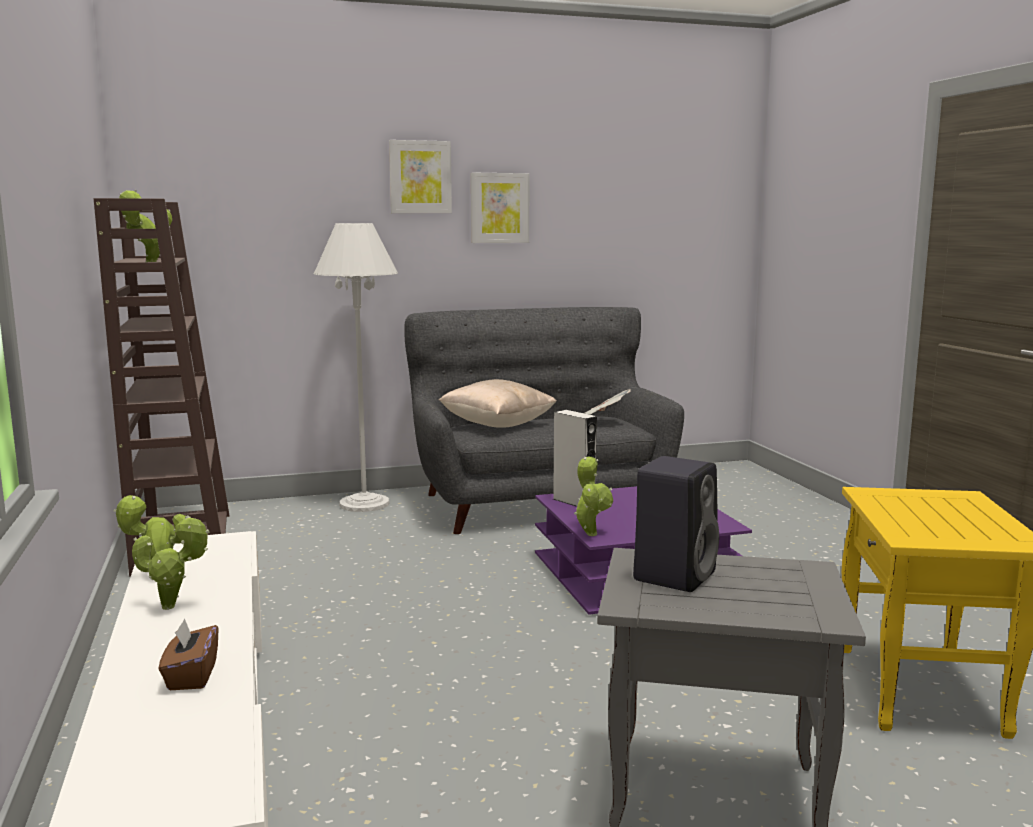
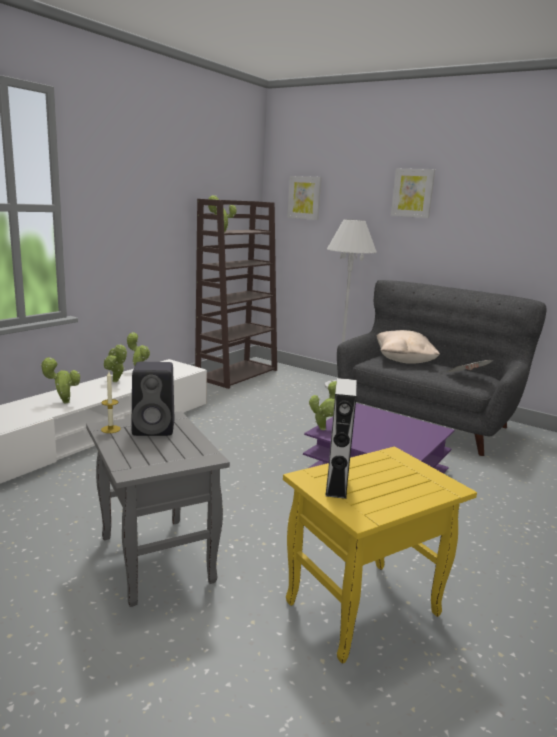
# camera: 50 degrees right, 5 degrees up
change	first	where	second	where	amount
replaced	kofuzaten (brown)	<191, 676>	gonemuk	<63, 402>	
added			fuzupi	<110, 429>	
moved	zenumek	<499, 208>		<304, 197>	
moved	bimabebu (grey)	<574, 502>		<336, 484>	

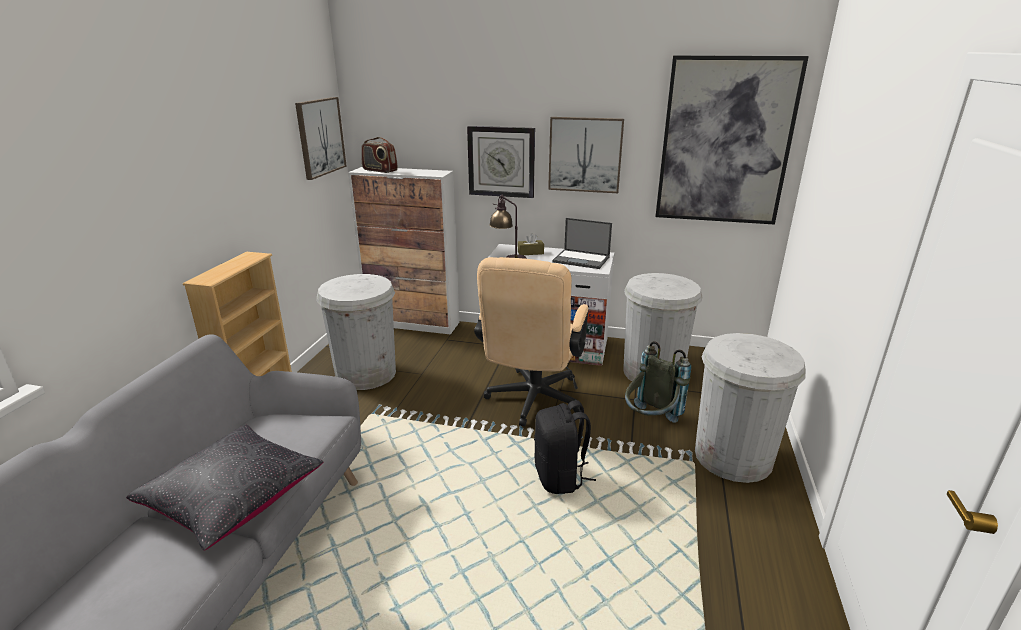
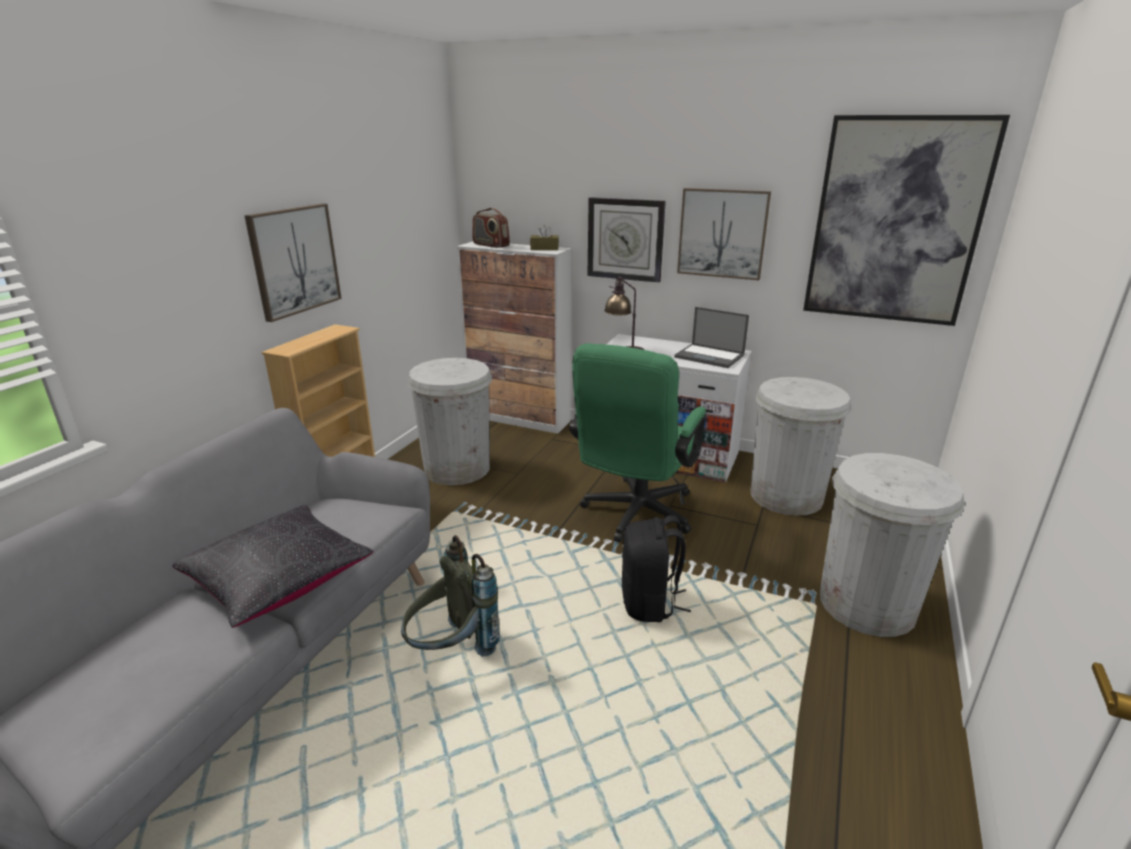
# camera: 10 degrees right, 0 degrees up
change	first	where	second	where	amount
moved	zenumek	<320, 137>		<294, 260>	
moved	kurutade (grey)	<650, 422>		<451, 651>	
moved	kofuzaten (brown)	<530, 252>		<544, 248>	
recoloured	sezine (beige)	<532, 402>	sezine (green)	<634, 516>	

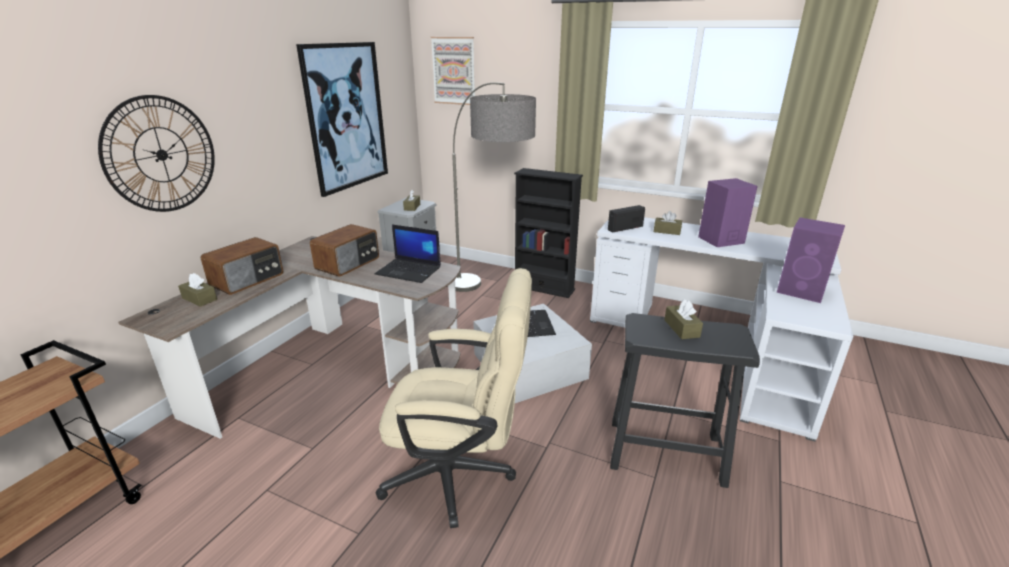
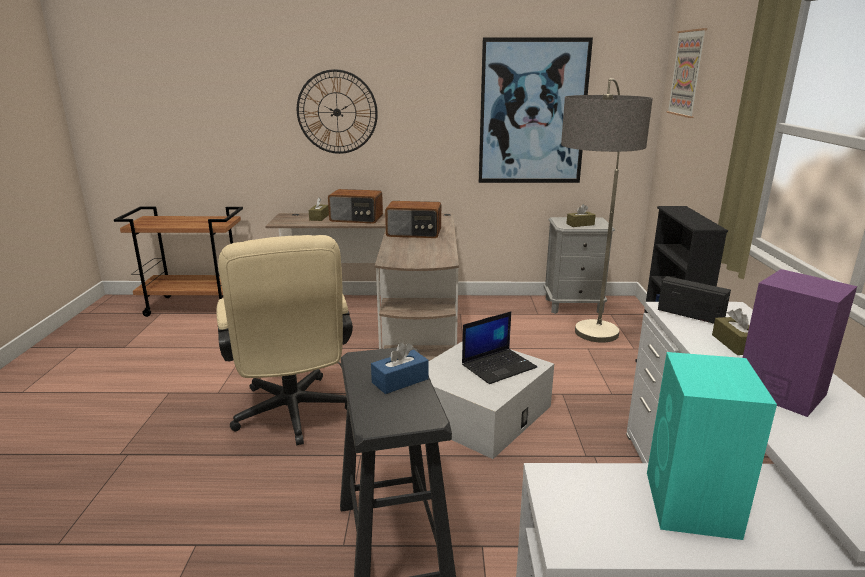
# camera: 65 degrees right, 5 degrees down
change	first	where	second	where	amount
recoloured	kofuzaten (brown)	<681, 328>	kofuzaten (blue)	<400, 381>	
recoloured	bimabebu (purple)	<802, 291>	bimabebu (turquoise)	<692, 506>	
removed	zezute	<409, 271>			

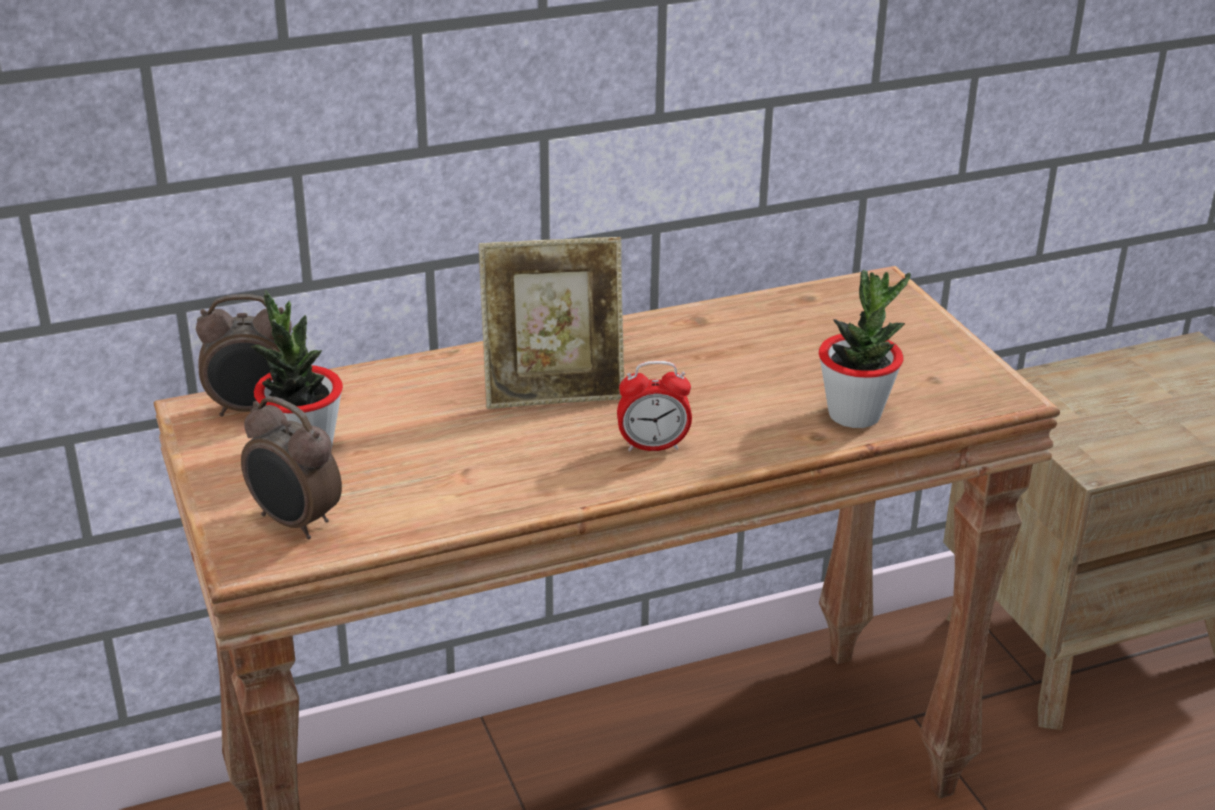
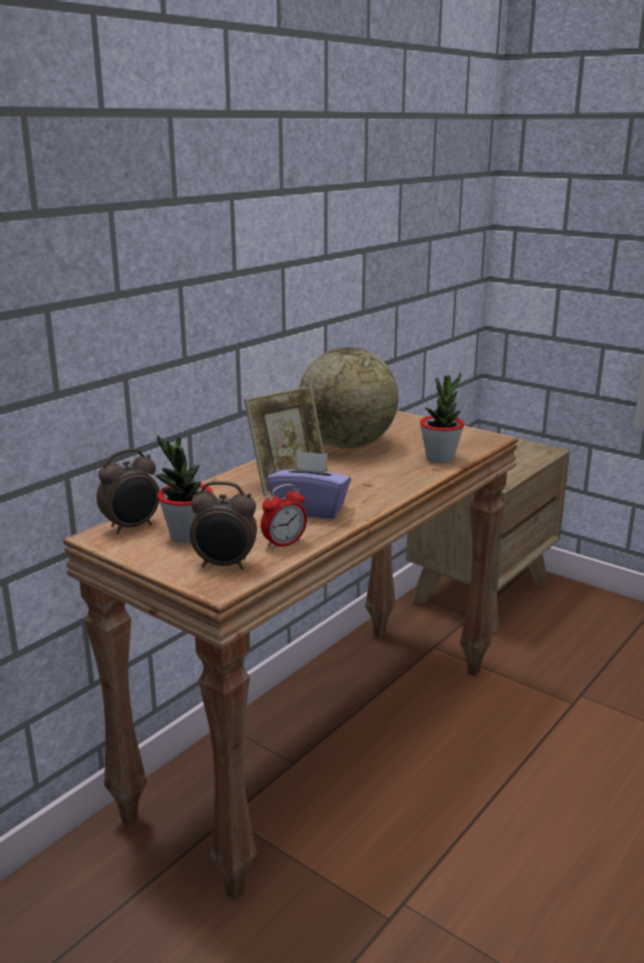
# camera: 30 degrees left, 10 degrees down
change	first	where	second	where	amount
moved	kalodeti	<653, 446>		<284, 544>	
added			kofuzaten (purple)	<310, 509>	
added			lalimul	<347, 445>	

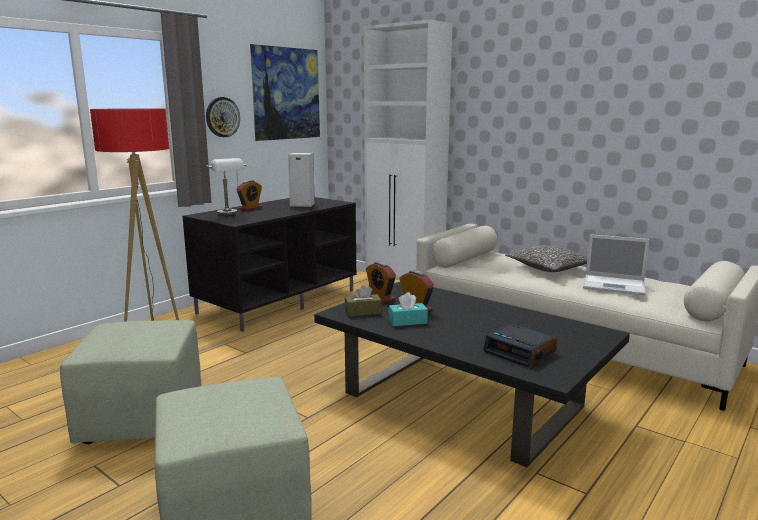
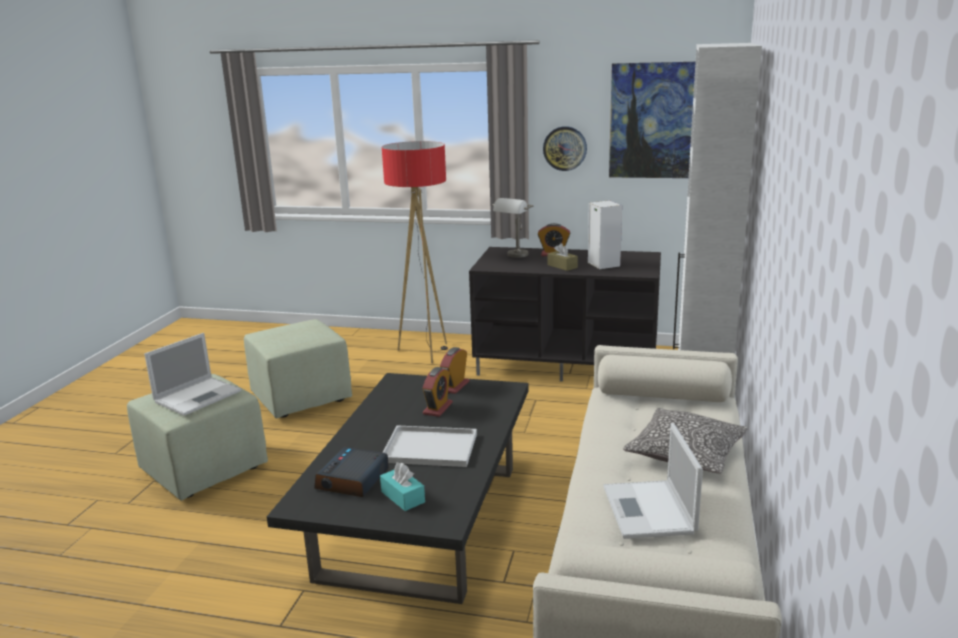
# camera: 65 degrees right, 5 degrees up
change	first	where	second	where	amount
added			zezute	<199, 396>	
moved	kofuzaten (turquoise)	<407, 321>		<403, 497>	
added			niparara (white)	<428, 448>	
moved	kofuzaten (brown)	<363, 312>		<562, 266>	

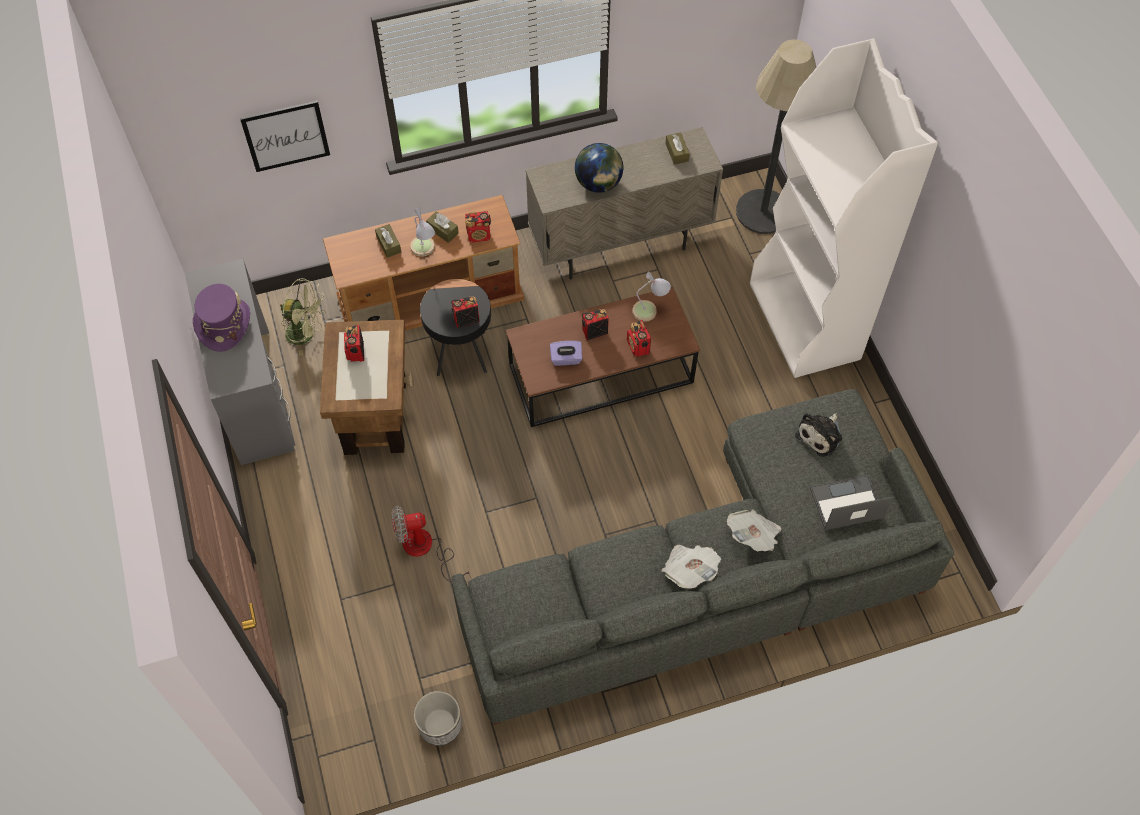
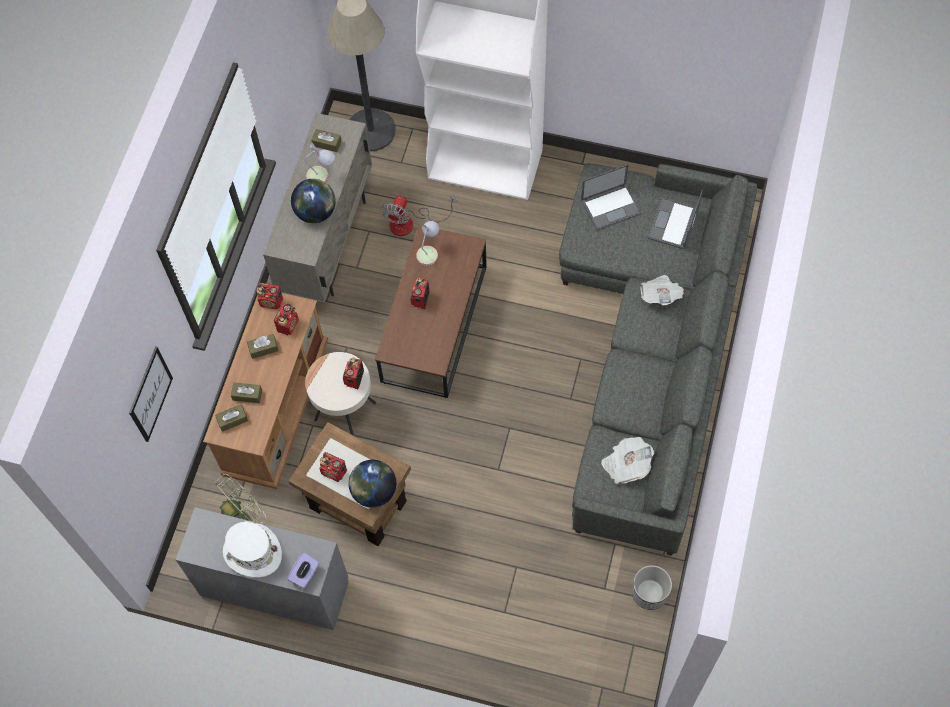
# camera: 55 degrees left, 5 degrees up
change	first	where	second	where	amount
added			kofuzaten (brown)	<232, 420>	
recoloured	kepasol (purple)	<224, 324>	kepasol (white)	<252, 552>	
moved	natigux	<638, 347>		<271, 302>	
moved	kofuzaten (purple)	<566, 359>		<305, 574>	
moved	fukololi	<425, 250>		<322, 176>	
recoloured	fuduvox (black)	<461, 353>	fuduvox (beige)	<345, 411>	
added			lalimul	<374, 491>	
moved	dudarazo	<426, 550>		<410, 223>	
replaced	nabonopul	<821, 435>	zezute	<611, 206>	
moved	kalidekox	<689, 570>		<626, 465>	

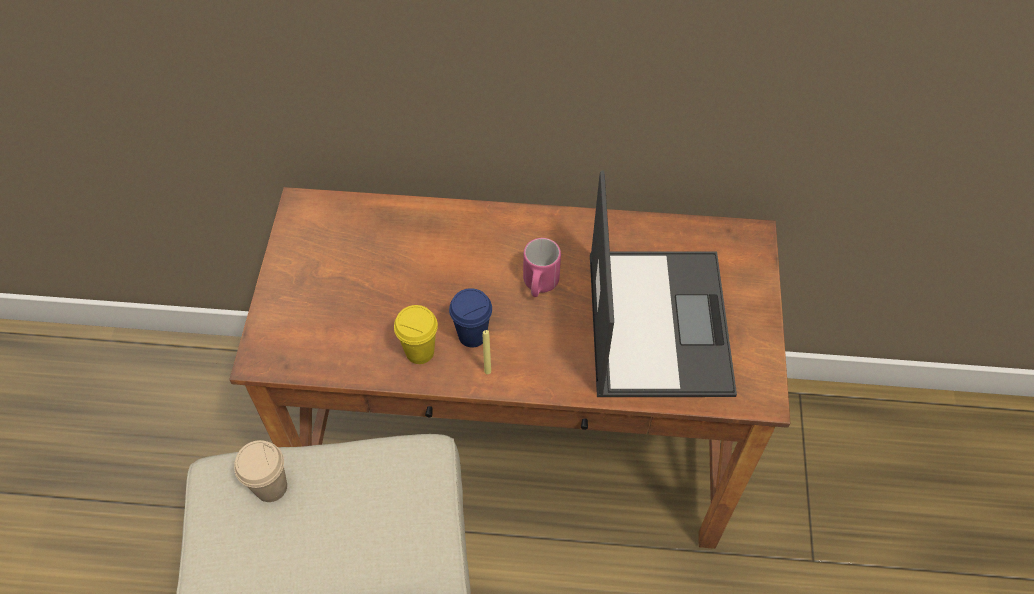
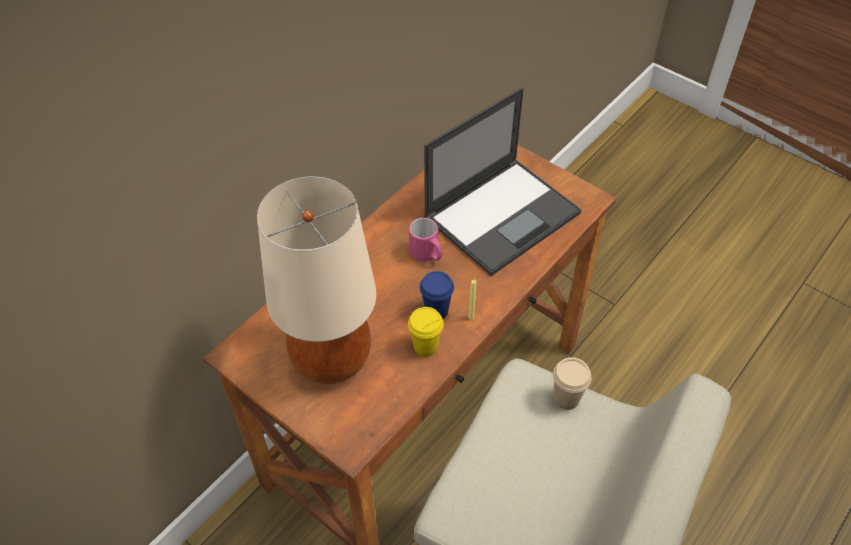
# camera: 55 degrees left, 5 degrees down
change	first	where	second	where	amount
added			fukololi (beige)	<332, 360>	
turned	zezute	<657, 321>		<503, 214>	105 degrees clockwise
moved	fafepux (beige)	<271, 487>		<566, 399>	

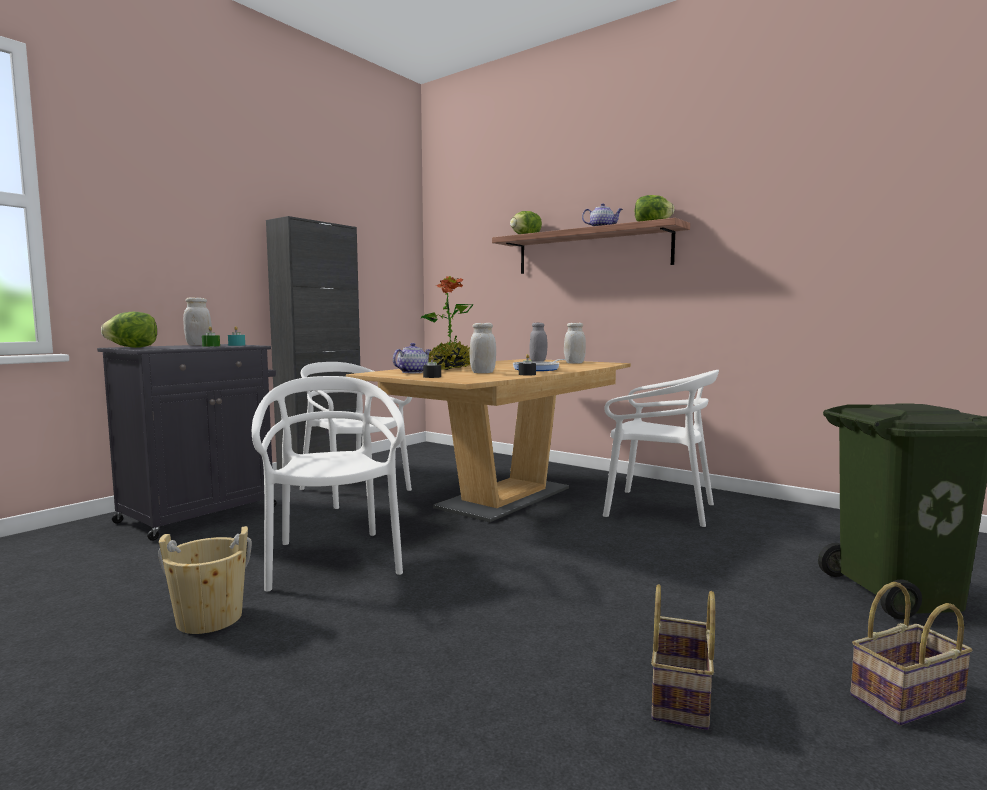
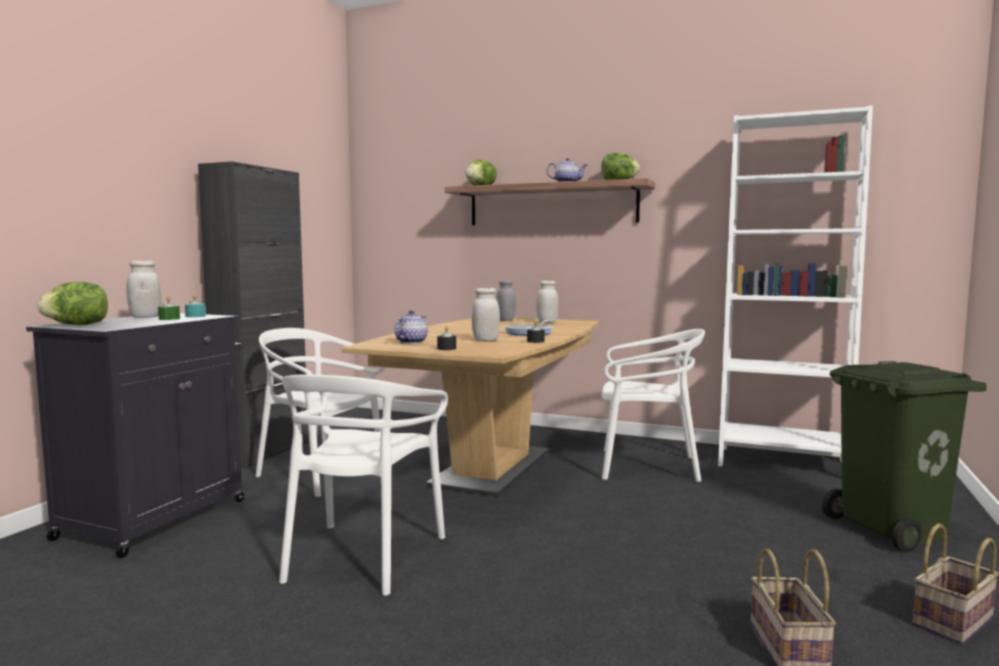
# camera: 15 degrees left, 0 degrees up
change	first	where	second	where	amount
turned	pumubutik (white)	<333, 560>		<363, 557>	135 degrees counterclockwise
added			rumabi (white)	<782, 463>	
removed	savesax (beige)	<209, 618>			
removed	gonemuk	<449, 368>			

